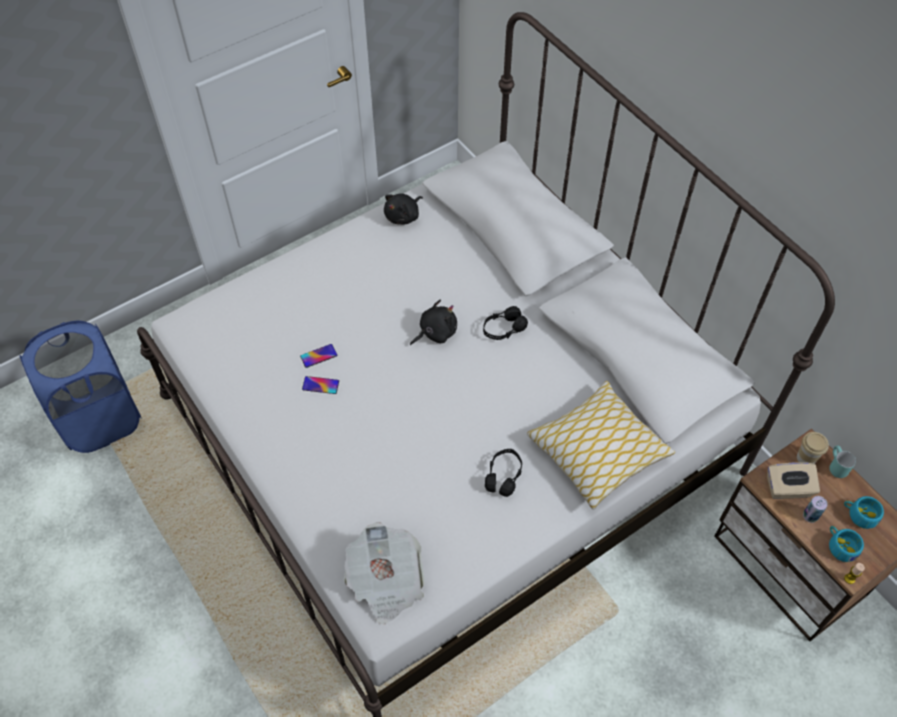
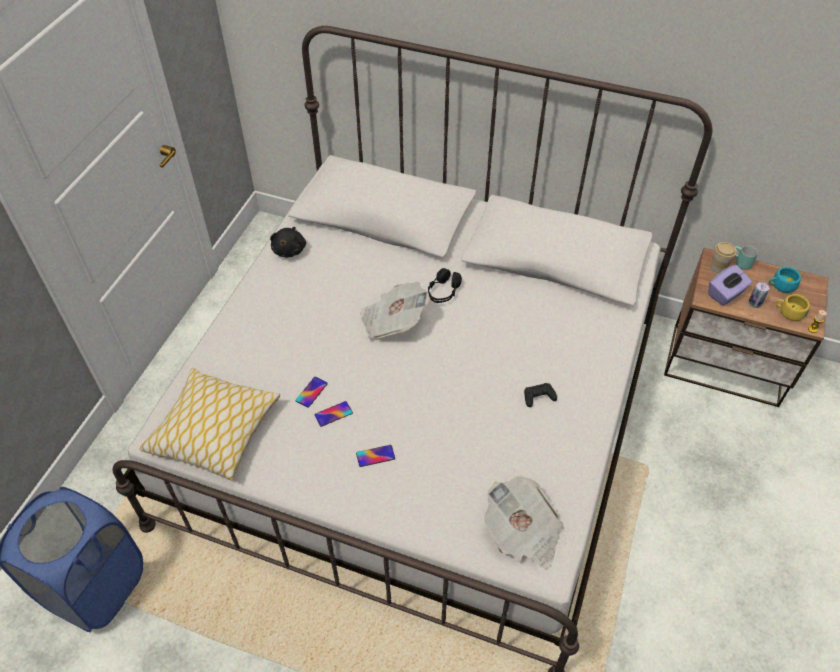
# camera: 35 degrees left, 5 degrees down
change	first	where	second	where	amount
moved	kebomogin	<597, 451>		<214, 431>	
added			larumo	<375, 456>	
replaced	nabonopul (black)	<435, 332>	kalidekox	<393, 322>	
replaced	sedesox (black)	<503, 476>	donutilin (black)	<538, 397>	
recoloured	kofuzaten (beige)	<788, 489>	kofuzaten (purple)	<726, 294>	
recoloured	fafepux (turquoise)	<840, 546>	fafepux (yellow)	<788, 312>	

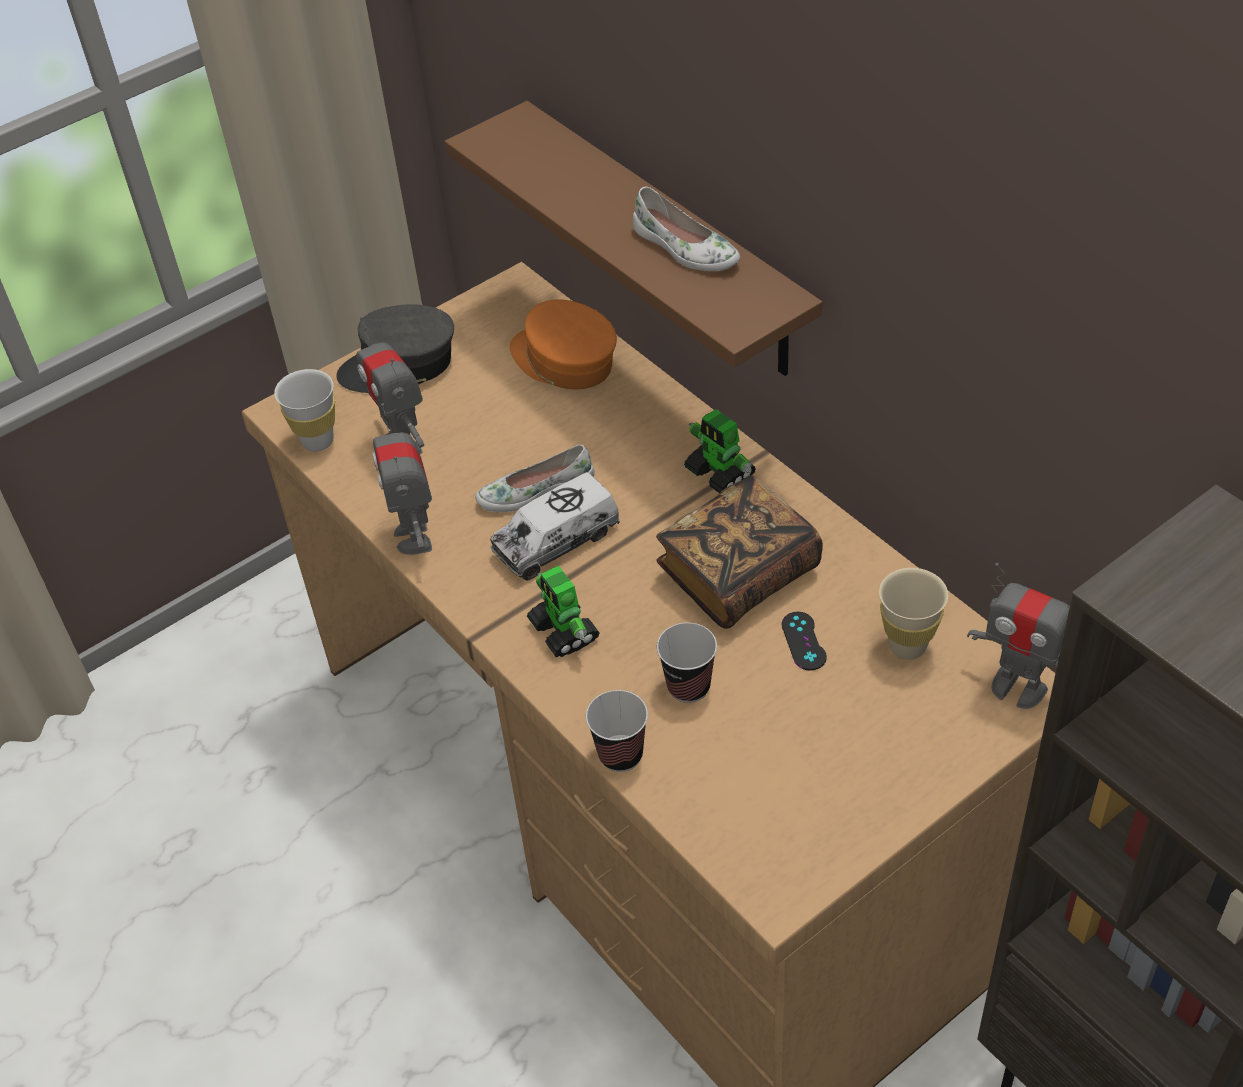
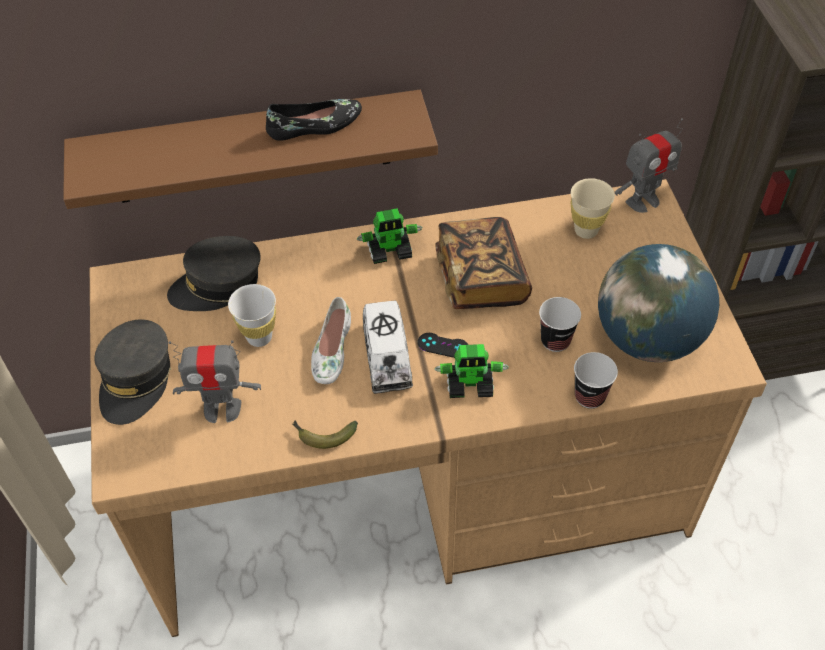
# camera: 65 degrees left, 5 degrees up
change	first	where	second	where	amount
recoloured	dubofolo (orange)	<564, 361>	dubofolo (grey)	<217, 285>	
moved	fafepux (white)	<317, 441>		<259, 337>	
recoloured	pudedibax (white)	<684, 249>	pudedibax (black)	<315, 126>	
replaced	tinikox	<415, 537>	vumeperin	<323, 435>	
moved	donutilin (black)	<803, 641>		<443, 345>	
added			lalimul	<648, 338>	

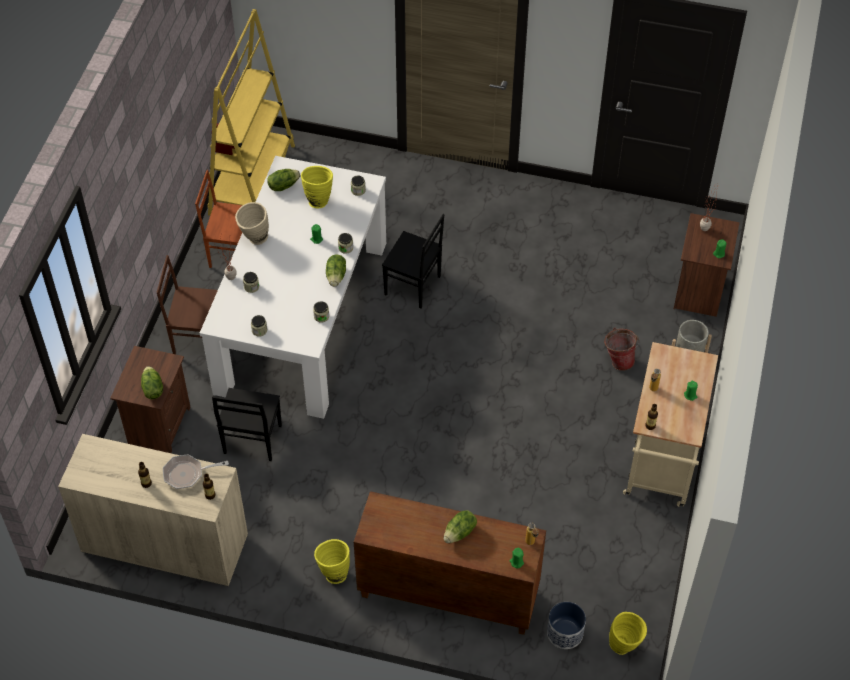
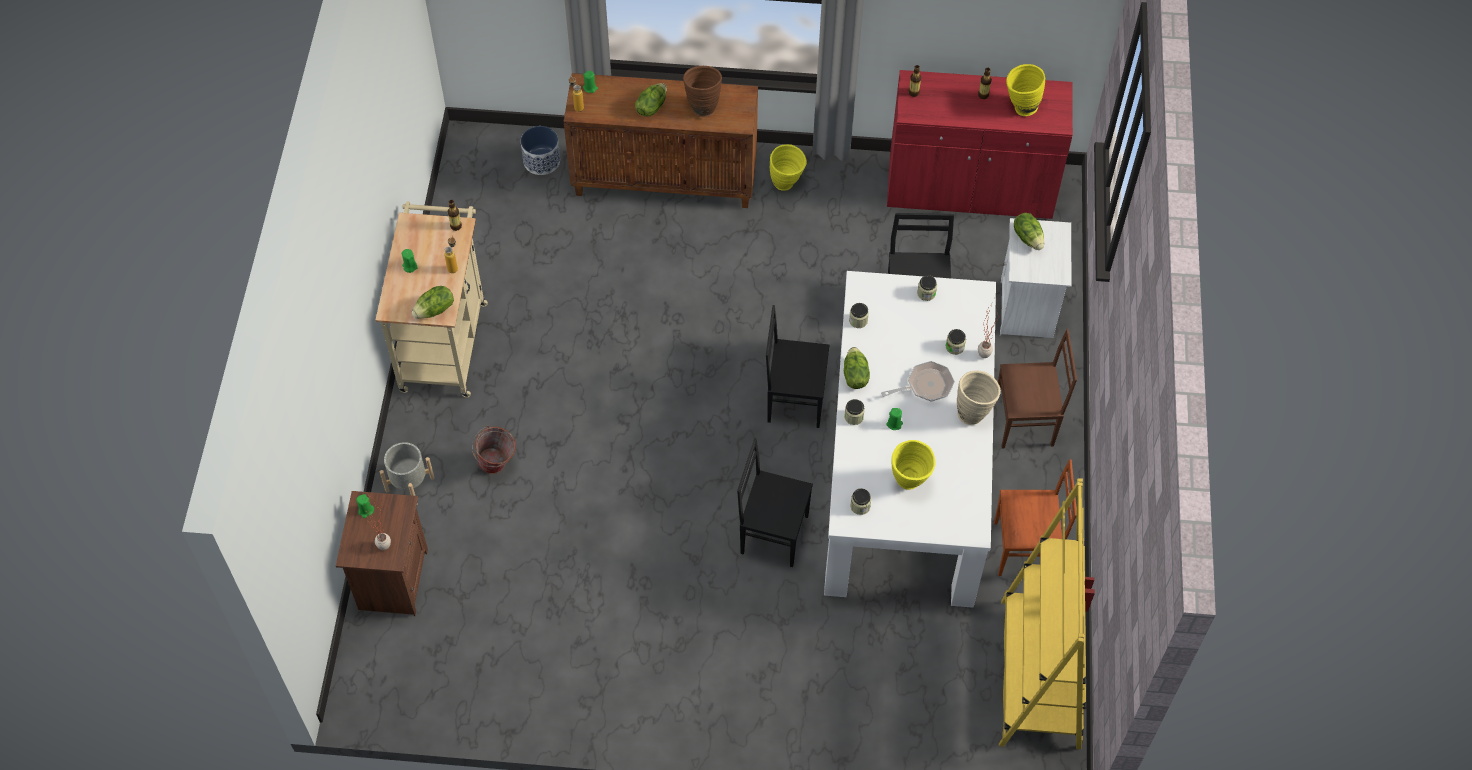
# camera: 170 degrees right, 5 degrees up
change	first	where	second	where	amount
moved	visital	<283, 185>		<435, 310>	
added			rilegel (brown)	<702, 106>	
added			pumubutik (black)	<795, 399>	
moved	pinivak	<187, 474>		<925, 385>	
recoloured	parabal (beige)	<165, 543>	parabal (red)	<969, 189>	
recoloured	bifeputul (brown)	<158, 425>	bifeputul (white)	<1028, 309>	
moved	rilegel (yellow)	<625, 646>		<1020, 108>	

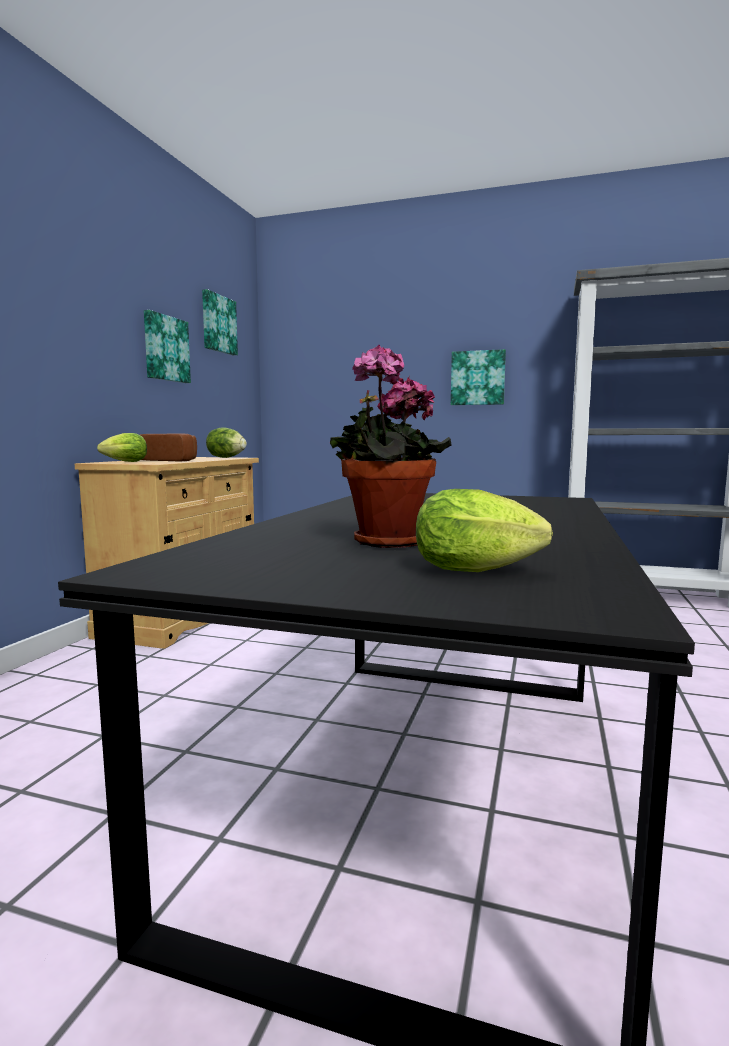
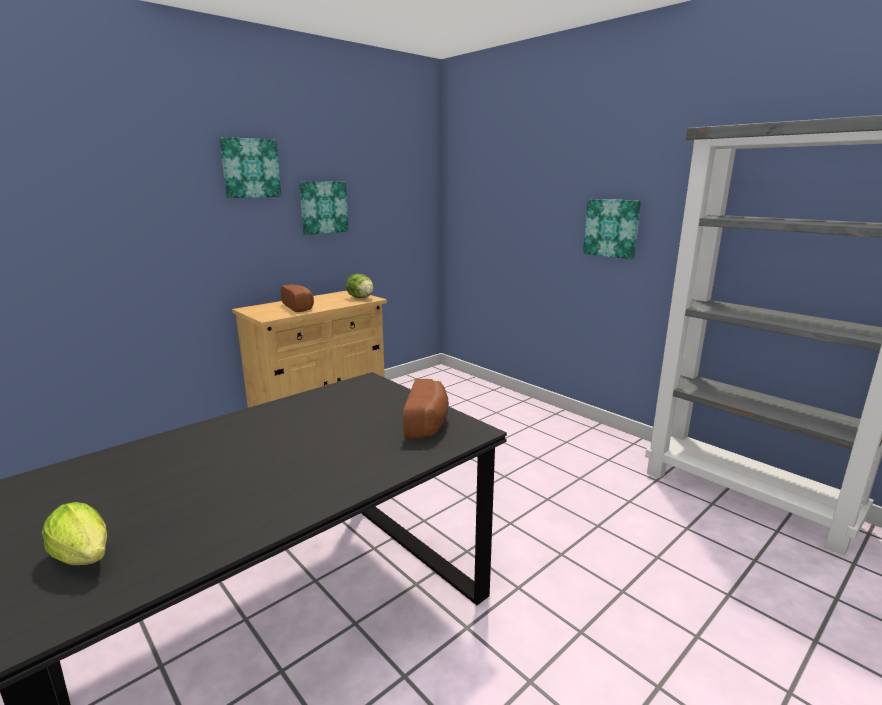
# camera: 30 degrees right, 10 degrees up
change	first	where	second	where	amount
moved	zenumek	<218, 324>		<250, 168>	
added			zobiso	<428, 422>	
removed	visital	<123, 462>			
removed	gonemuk	<384, 543>			

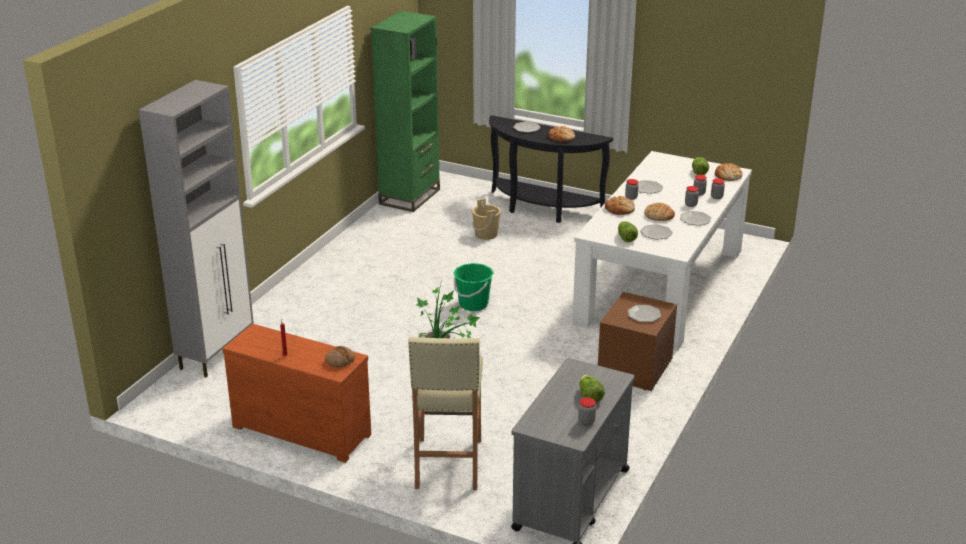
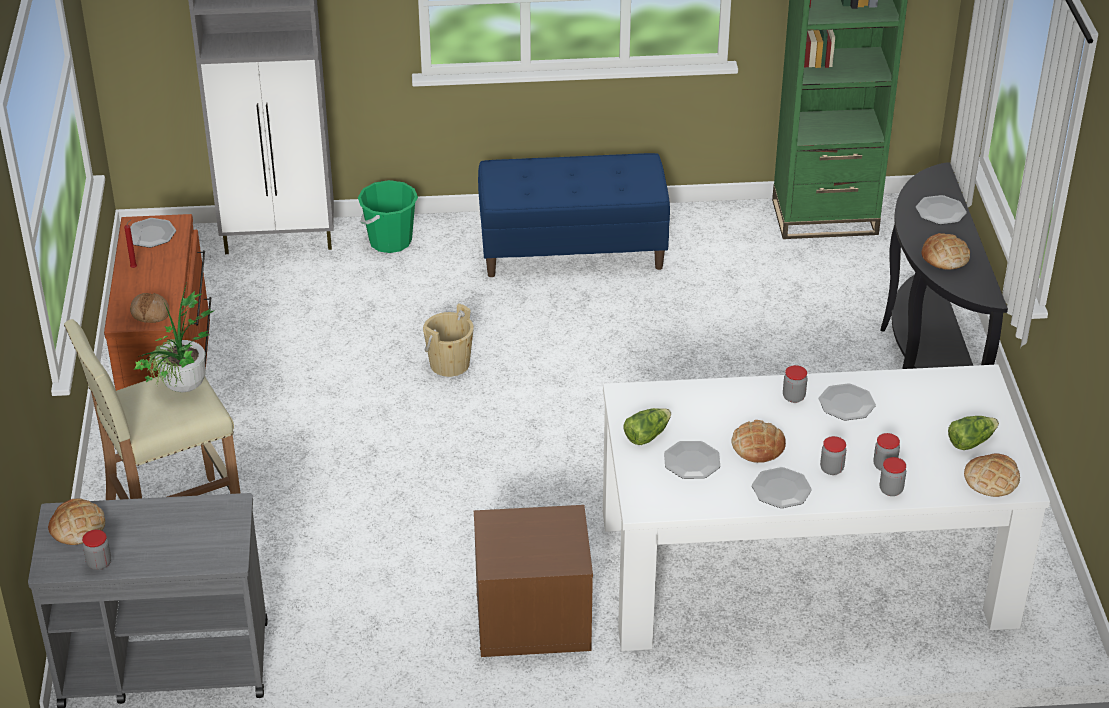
# camera: 60 degrees right, 10 degrees up
change	first	where	second	where	amount
moved	zobiso	<619, 209>		<77, 527>	
moved	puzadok	<644, 314>		<151, 234>	
moved	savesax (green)	<473, 304>		<390, 241>	
moved	savesax (beige)	<486, 234>		<449, 364>	
added			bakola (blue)	<573, 250>	
removed	visital	<589, 396>			

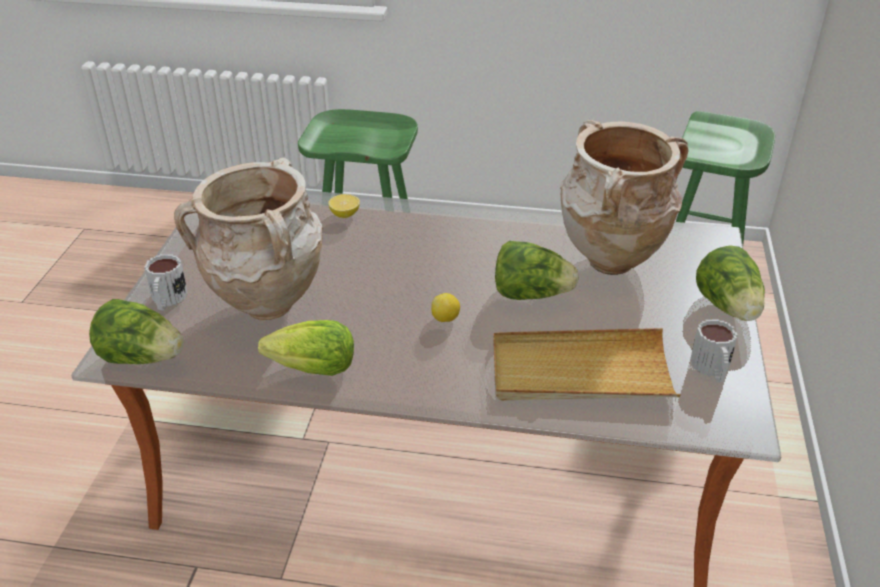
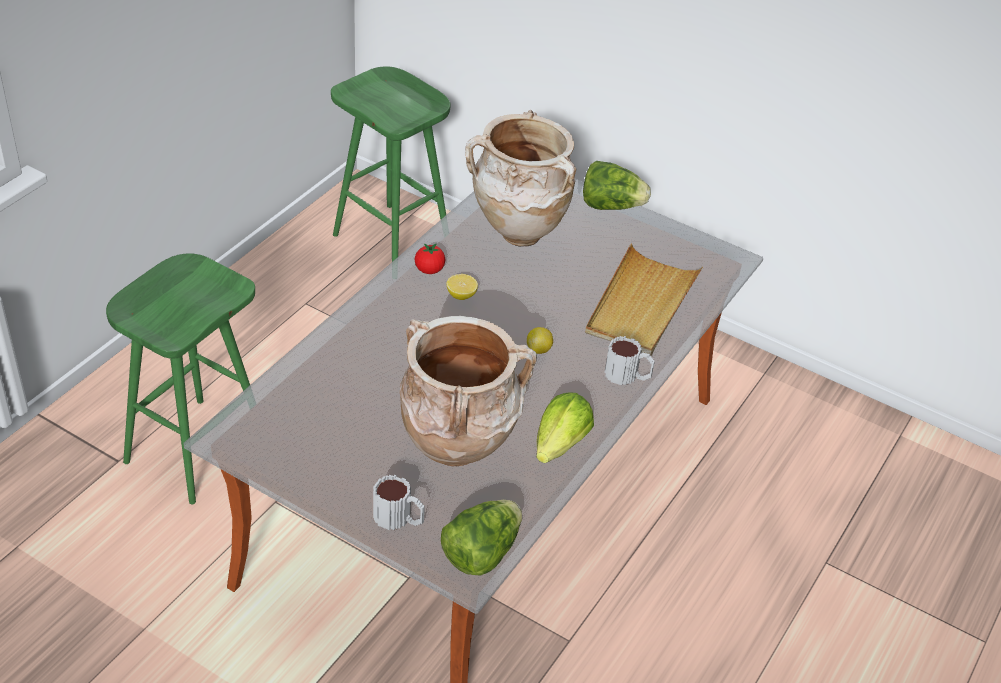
# camera: 70 degrees left, 5 degrees up
change	first	where	second	where	amount
added			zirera	<429, 270>	
moved	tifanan	<344, 214>		<461, 295>	
moved	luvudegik	<712, 369>		<628, 376>	
removed	visital	<530, 294>			

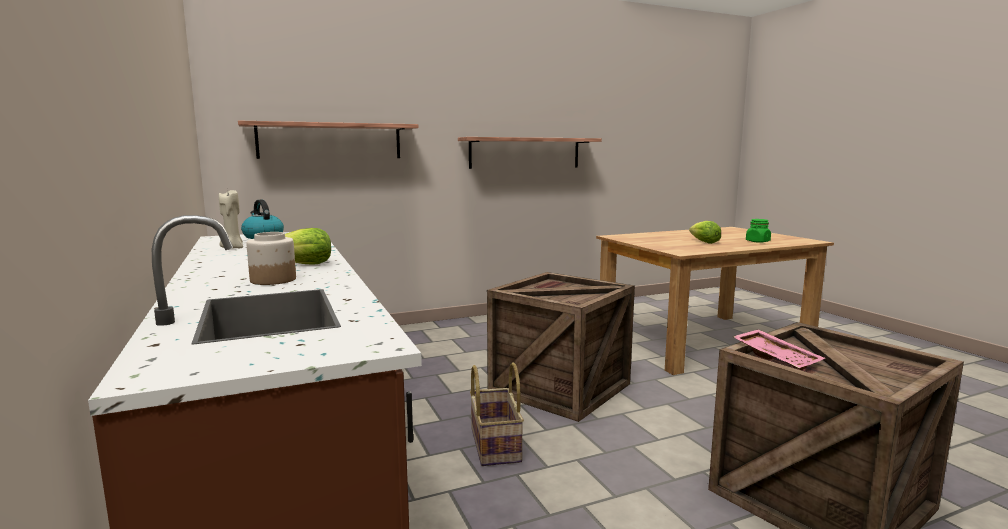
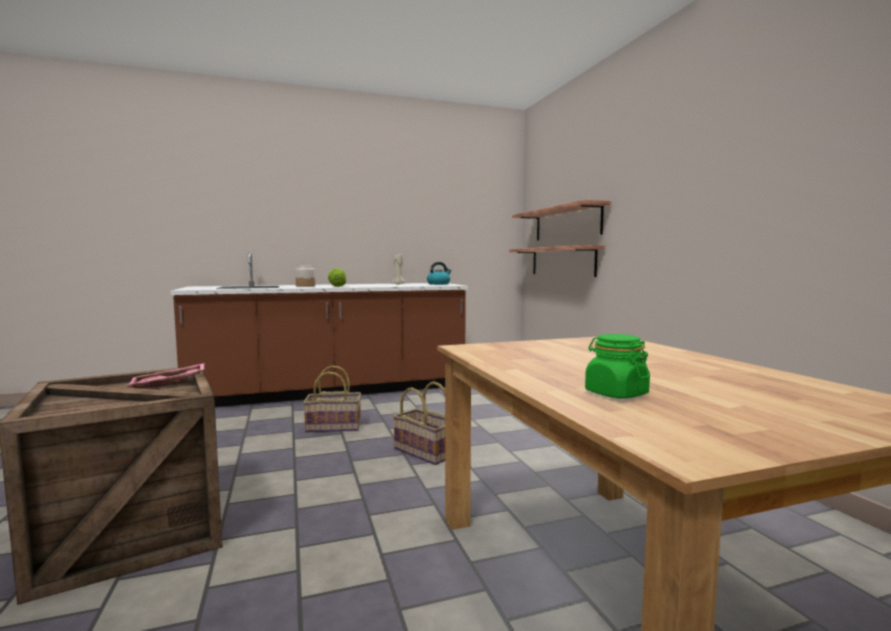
# camera: 95 degrees right, 5 degrees down
change	first	where	second	where	amount
replaced	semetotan	<559, 386>	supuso	<426, 452>	
moved	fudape	<525, 153>		<562, 261>	
removed	visital	<704, 242>			

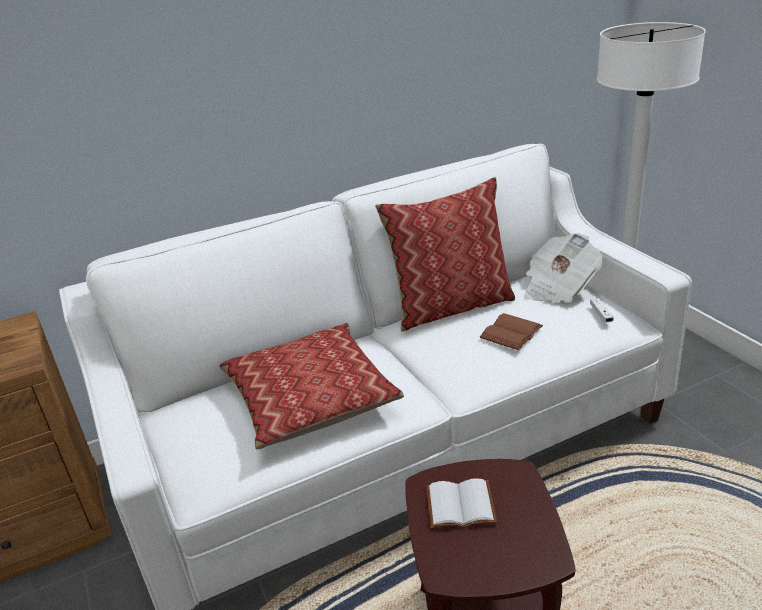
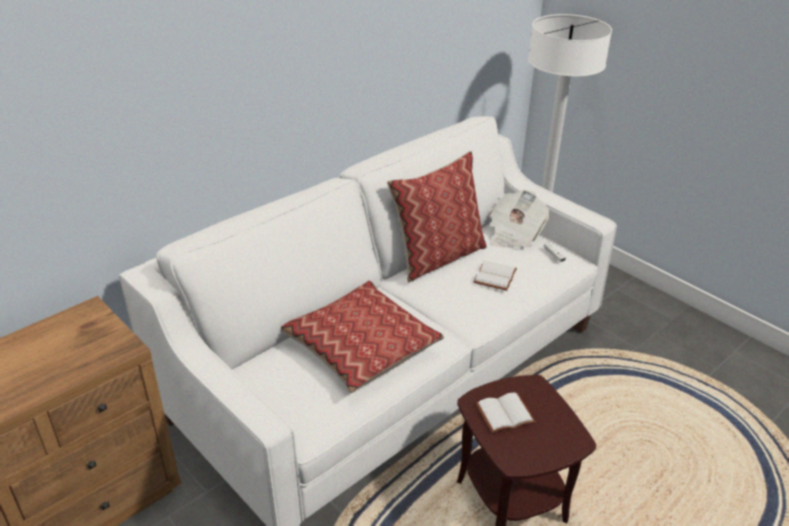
# camera: 20 degrees left, 5 degrees up
change	first	where	second	where	amount
recoloured	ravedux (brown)	<512, 334>	ravedux (white)	<496, 277>	

